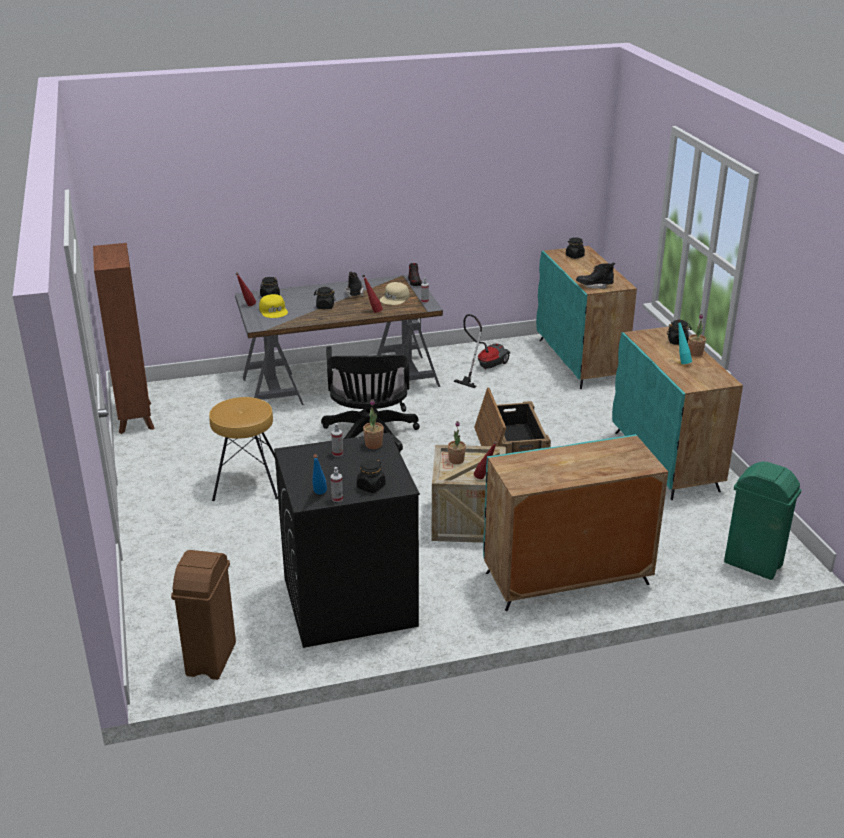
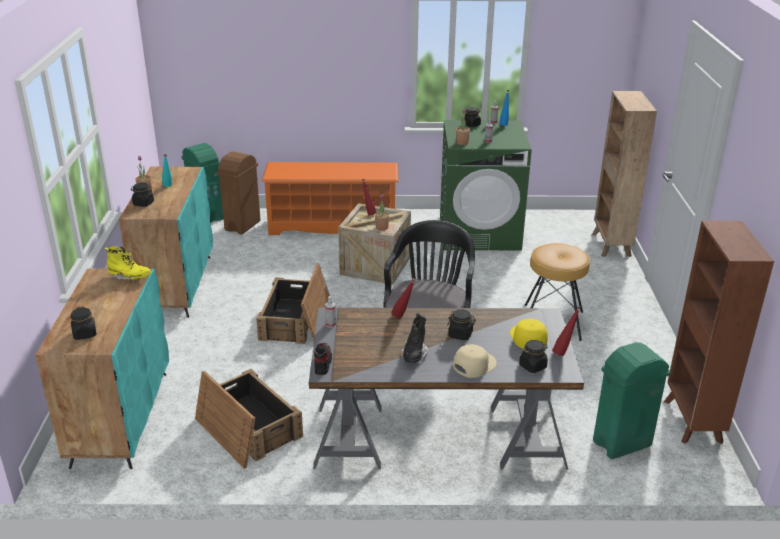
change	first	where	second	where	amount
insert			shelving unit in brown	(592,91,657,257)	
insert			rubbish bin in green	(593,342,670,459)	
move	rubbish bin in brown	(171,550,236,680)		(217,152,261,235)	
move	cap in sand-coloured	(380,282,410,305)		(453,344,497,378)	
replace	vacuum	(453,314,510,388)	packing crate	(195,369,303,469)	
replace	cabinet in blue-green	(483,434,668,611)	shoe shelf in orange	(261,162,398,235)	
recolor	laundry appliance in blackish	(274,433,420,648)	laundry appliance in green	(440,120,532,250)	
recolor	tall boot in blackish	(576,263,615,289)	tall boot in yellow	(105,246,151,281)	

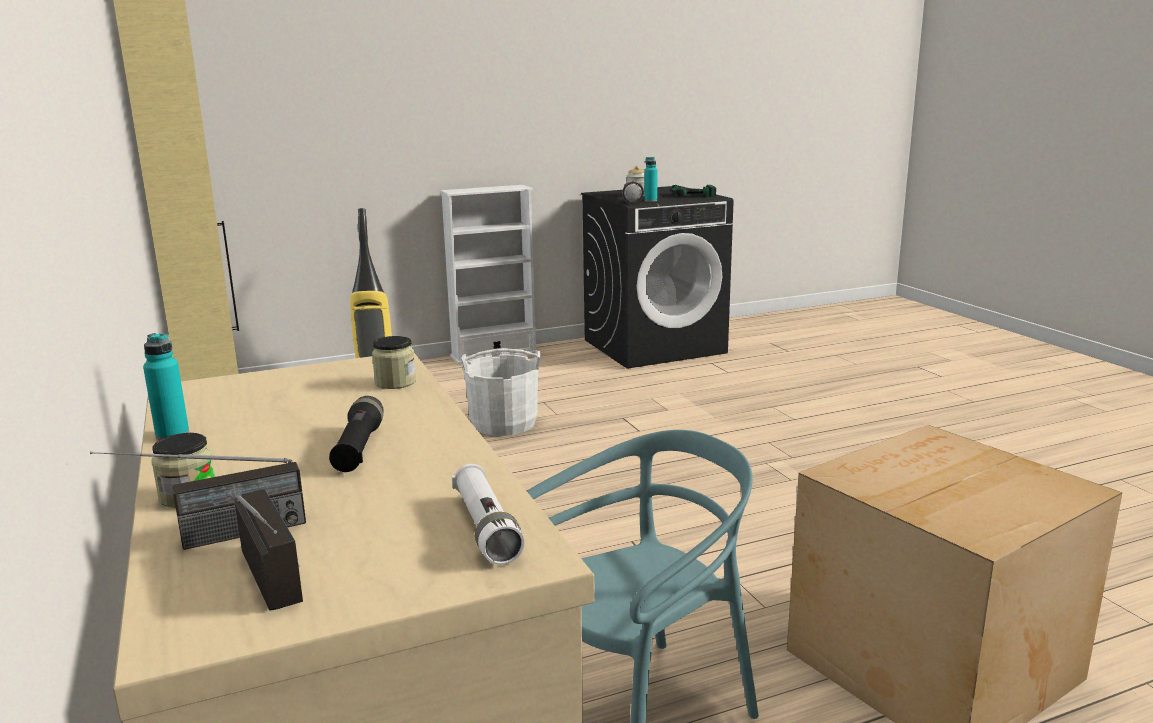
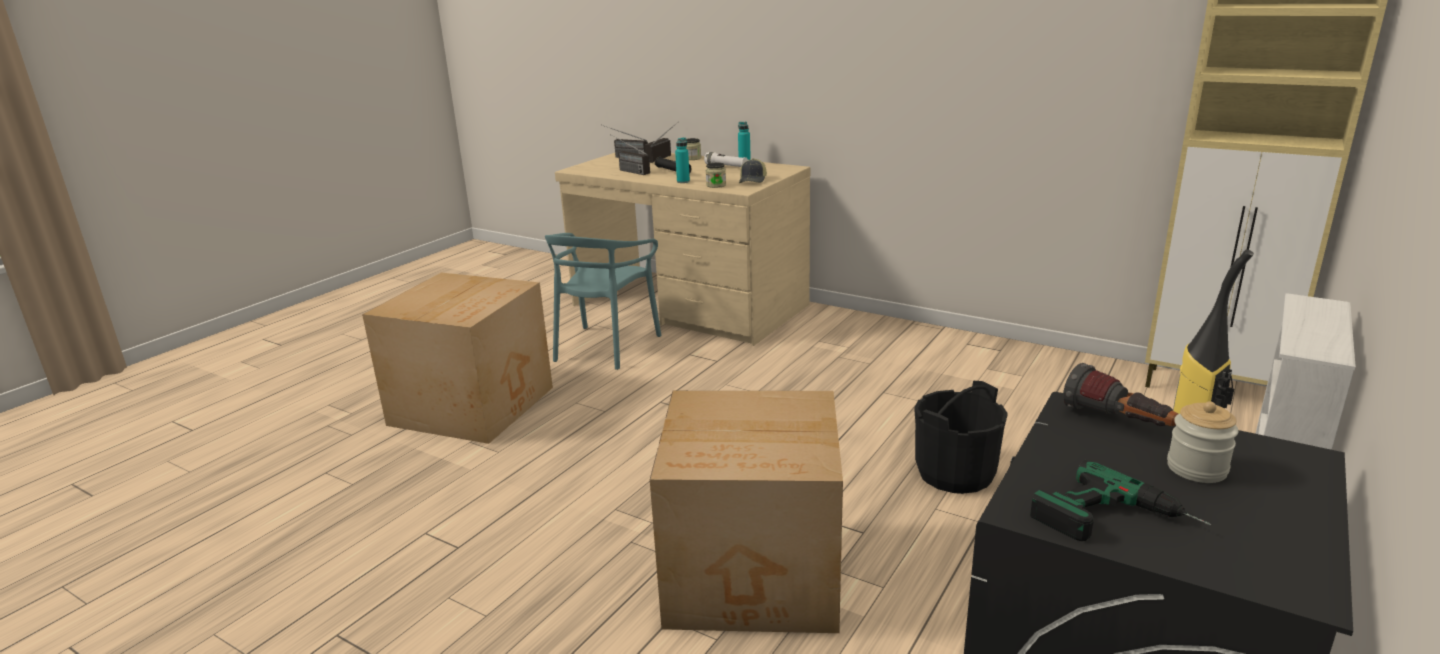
change	first	where	second	where	amount
insert			radio receiver	(610,134,650,175)	
insert			cardboard box	(650,391,843,633)	
insert			cap	(739,158,767,183)	
move	flashlight in white	(452,464,524,565)		(704,152,748,167)	
move	bottle in blue-green	(644,157,658,202)		(675,137,690,183)	
recolor	pail in white	(461,348,541,436)	pail in blackish	(914,381,1008,494)	

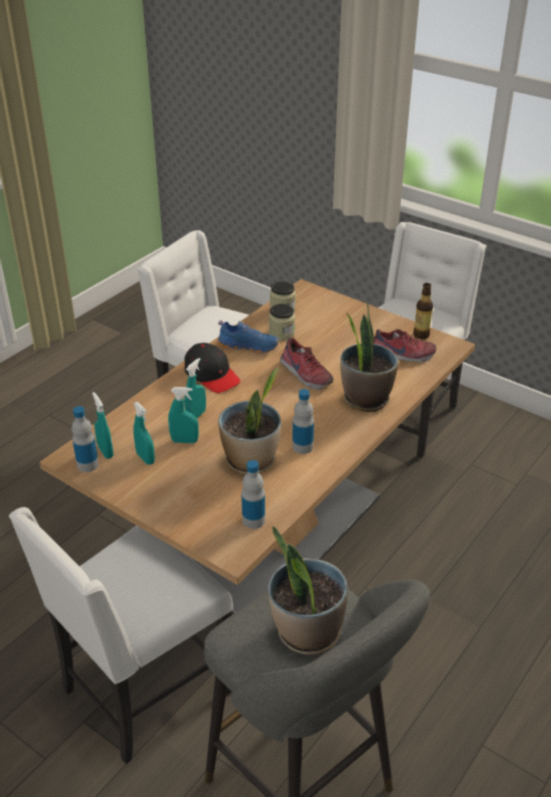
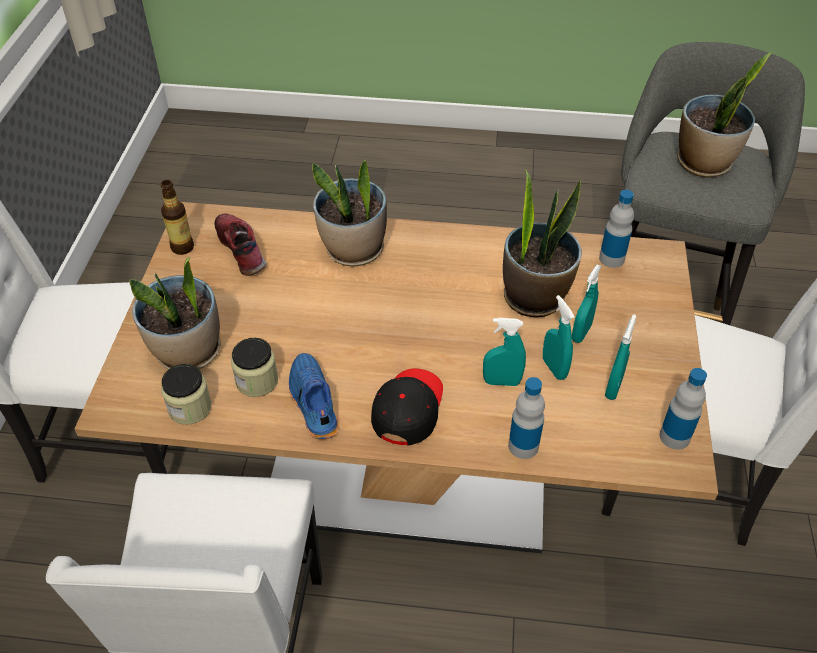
change	first	where	second	where	amount
delete	item of footwear	(280,338,334,390)			
insert			plant in a pot	(129,257,221,369)	
move	hand sprayer in blue-green	(92,392,113,459)		(572,265,601,343)	
move	bottle	(292,389,314,454)		(508,377,545,459)	

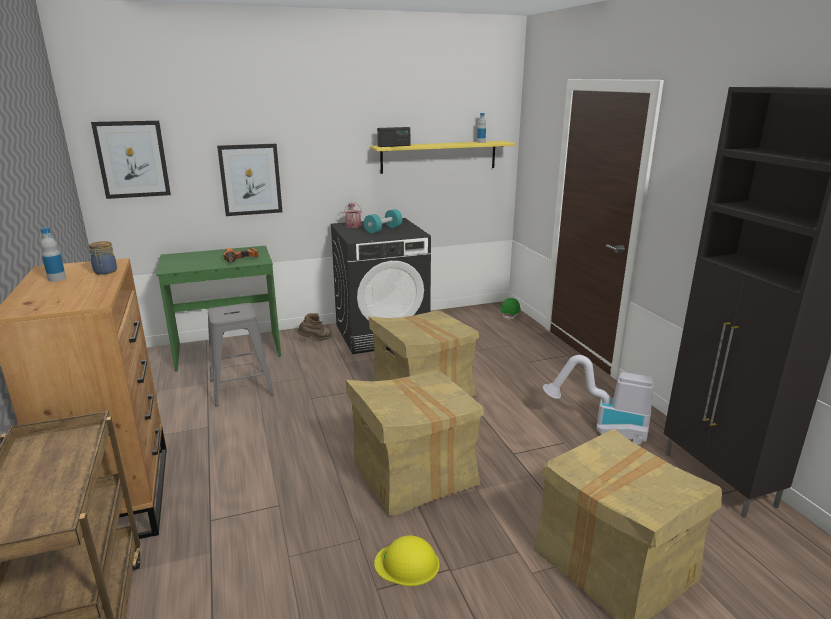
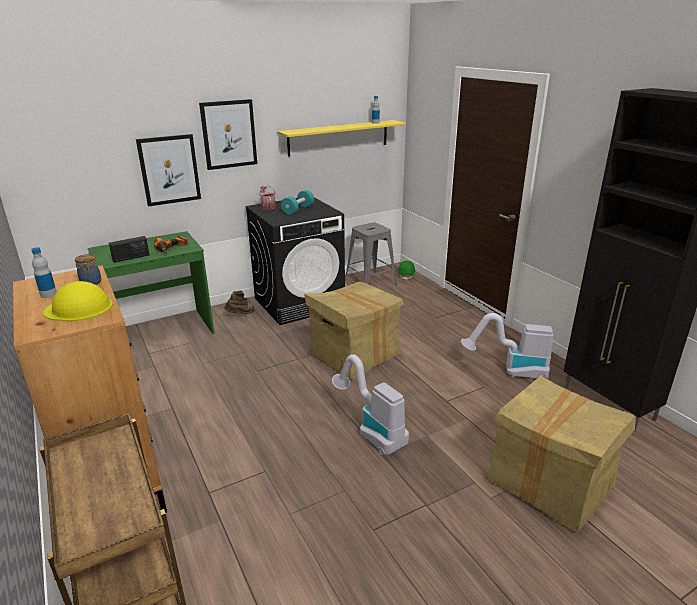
change	first	where	second	where	amount
move	wall art	(91,120,171,199)		(199,99,257,170)	
move	stool in gray	(208,303,274,407)		(345,222,397,285)	
move	hard hat in yellow	(374,536,439,586)		(43,281,112,321)	
move	radio receiver	(377,127,410,147)		(109,236,150,263)	
replace	cardboard box	(345,370,485,516)	vacuum	(332,354,409,455)	

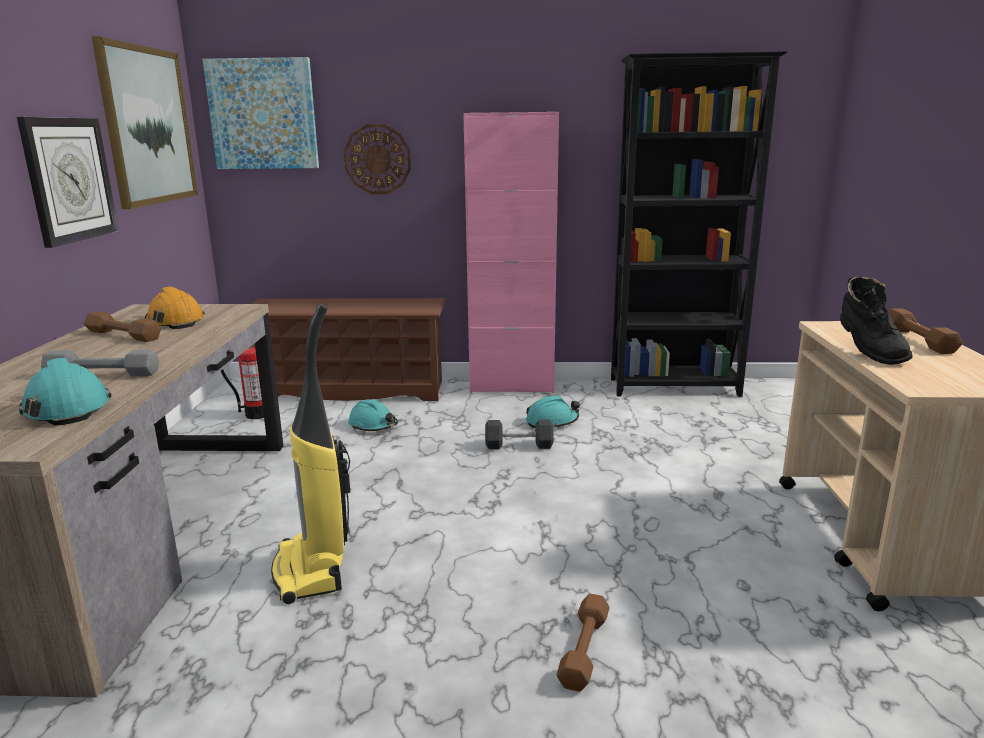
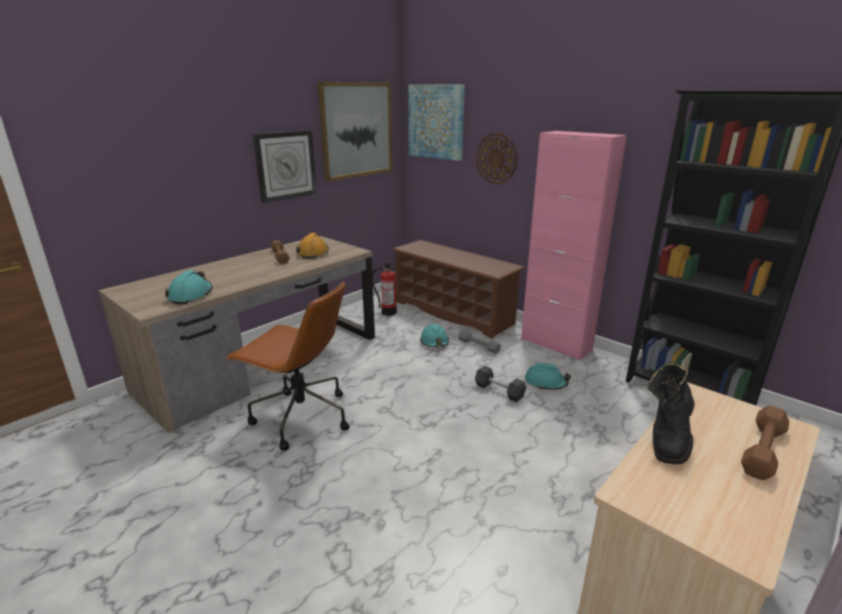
change	first	where	second	where	amount
delete	dumbbell in brown	(557,594,610,692)			
move	dumbbell in gray	(41,350,159,376)		(458,330,501,353)	
replace	vacuum	(271,304,350,604)	computer chair in brown	(226,281,350,451)	

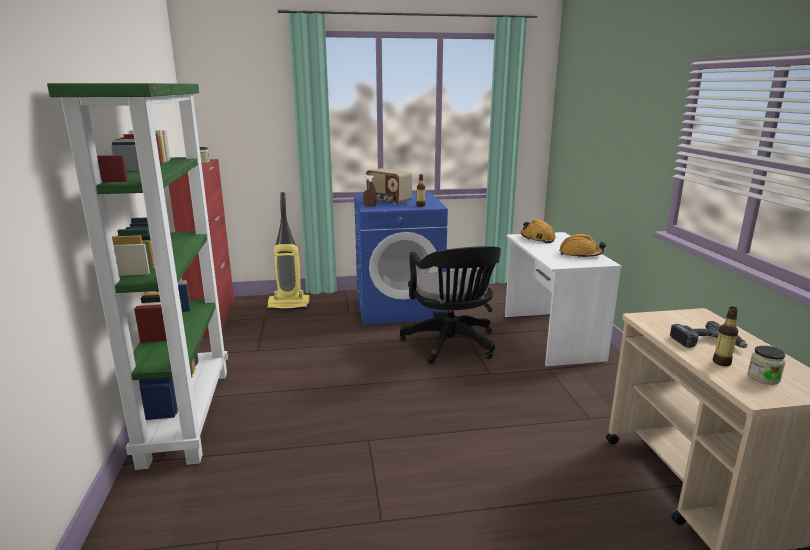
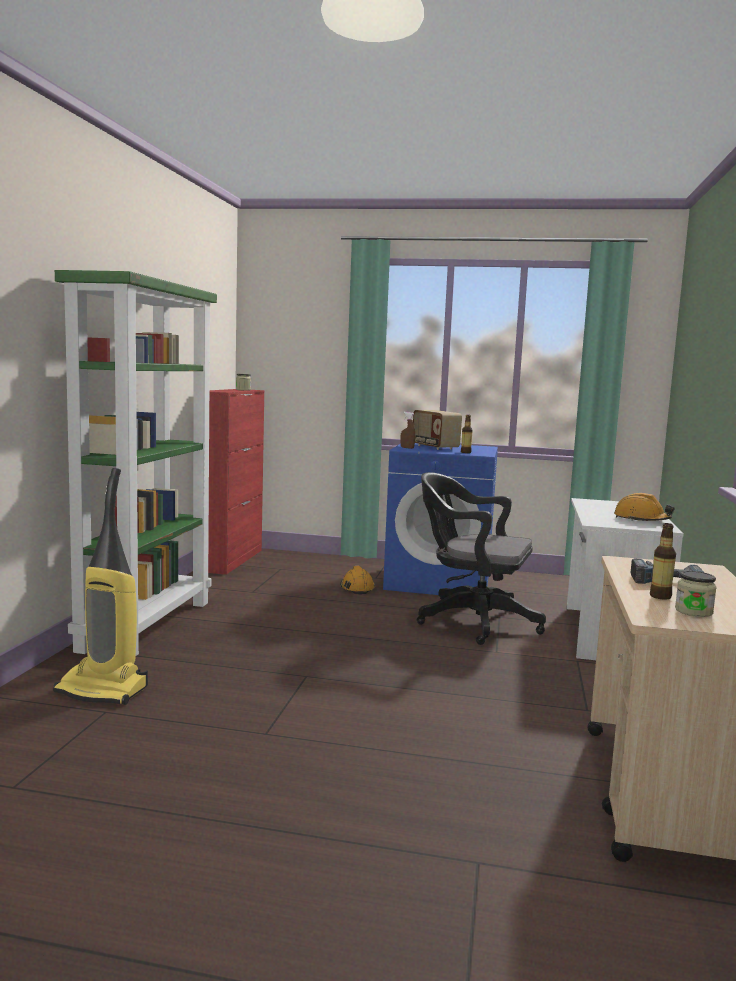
change	first	where	second	where	amount
move	vacuum	(266,192,310,311)		(53,468,148,705)	
move	hard hat in orange	(521,219,556,243)		(340,566,375,594)	
rotate	computer chair in blackish	(400,246,501,364)		(417,472,546,645)	105 degrees clockwise

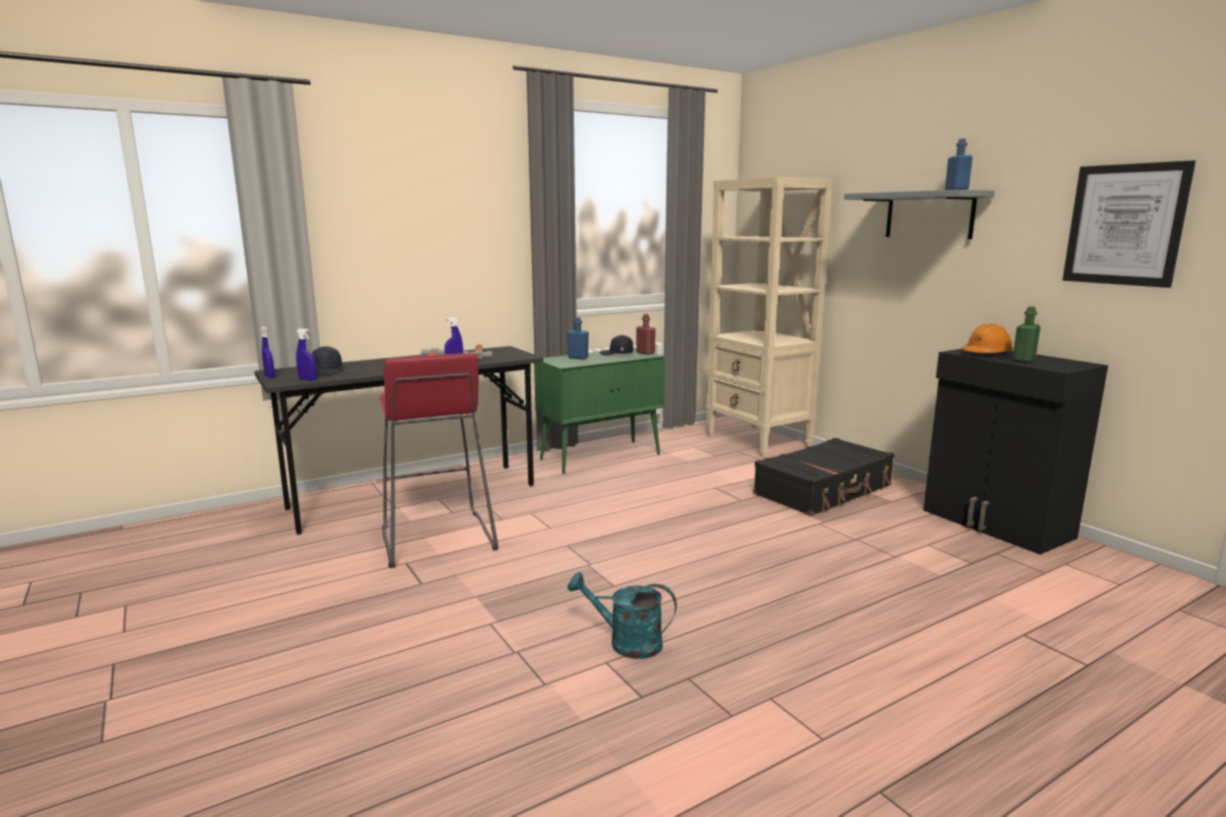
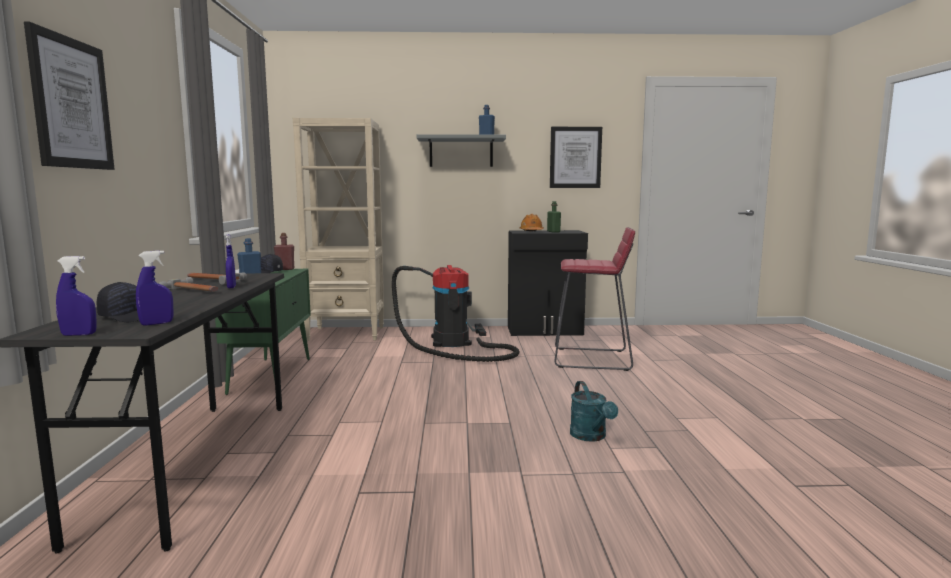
change	first	where	second	where	amount
insert			wall art	(24,21,114,170)	
move	stool in red	(379,353,498,568)		(554,227,635,371)	
replace	piece of luggage in blackish	(753,438,894,516)	vacuum	(392,265,519,362)	
rotate	watering can in blue-green	(567,572,677,659)		(570,381,618,442)	60 degrees counterclockwise

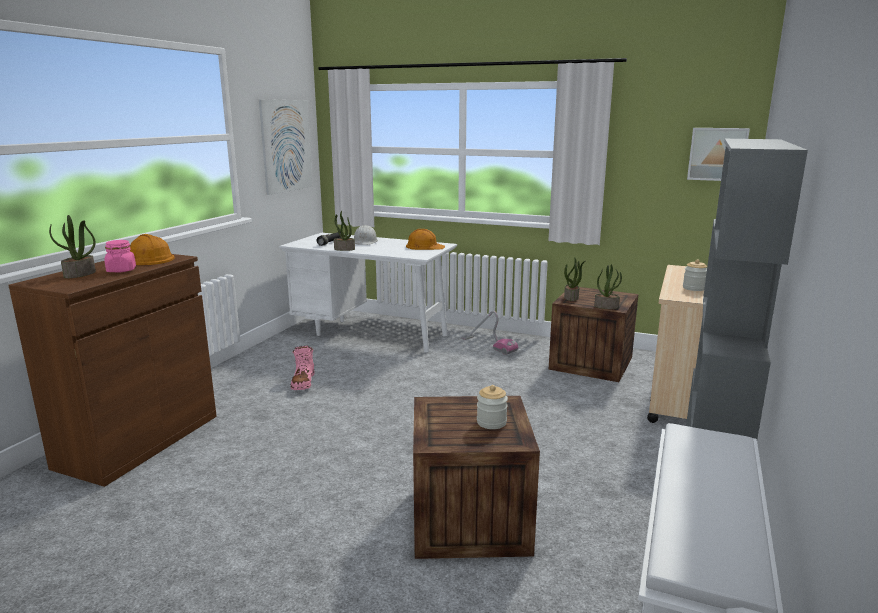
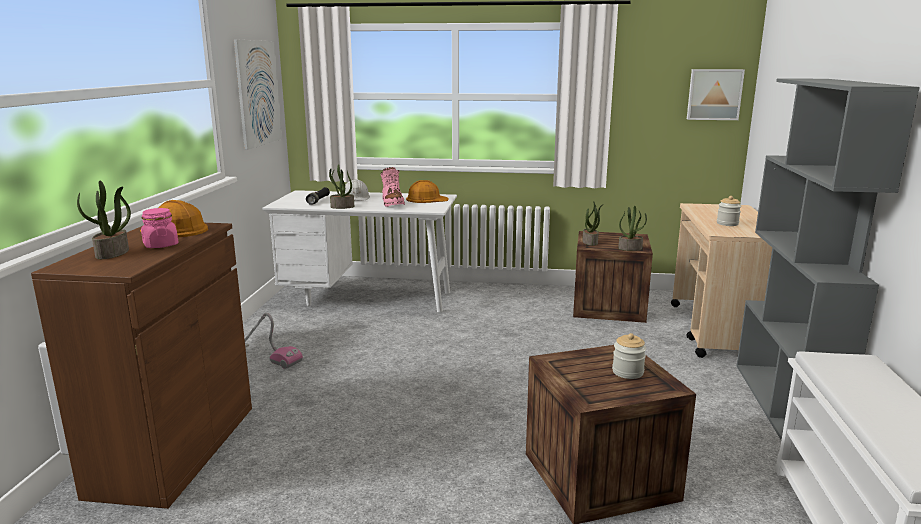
change	first	where	second	where	amount
move	tall boot in pink-coloured	(291,345,315,390)		(381,167,405,207)	
move	vacuum	(461,311,518,355)		(245,313,303,369)	

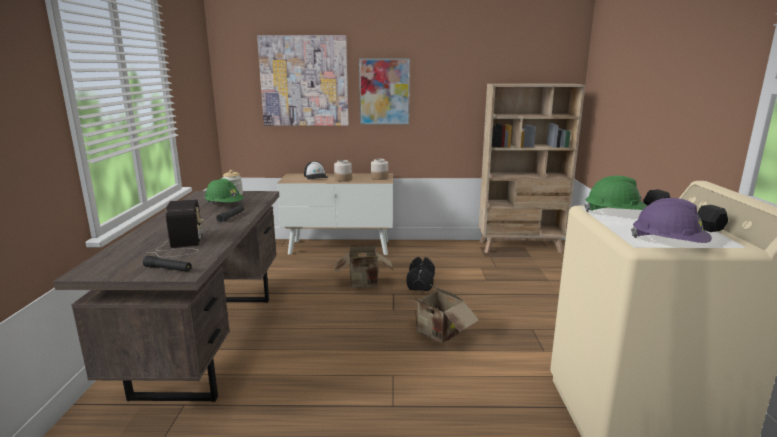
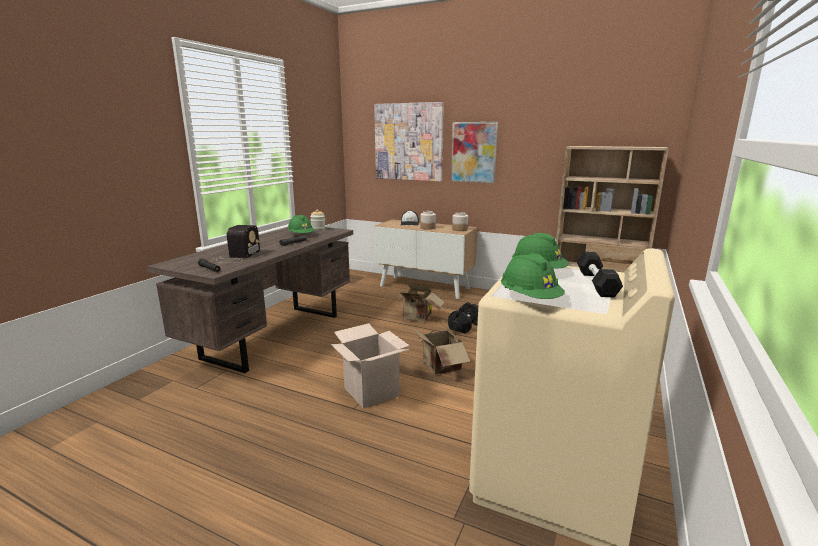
change	first	where	second	where	amount
insert			cardboard box	(331,323,410,409)	
recolor	hard hat in purple-coloured	(631,198,712,243)	hard hat in green	(501,253,565,299)	

